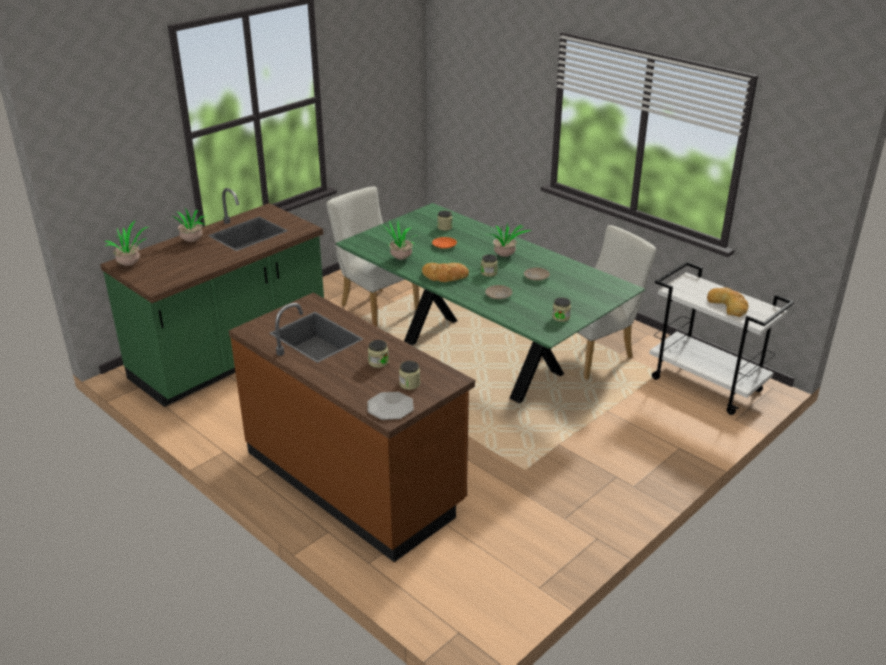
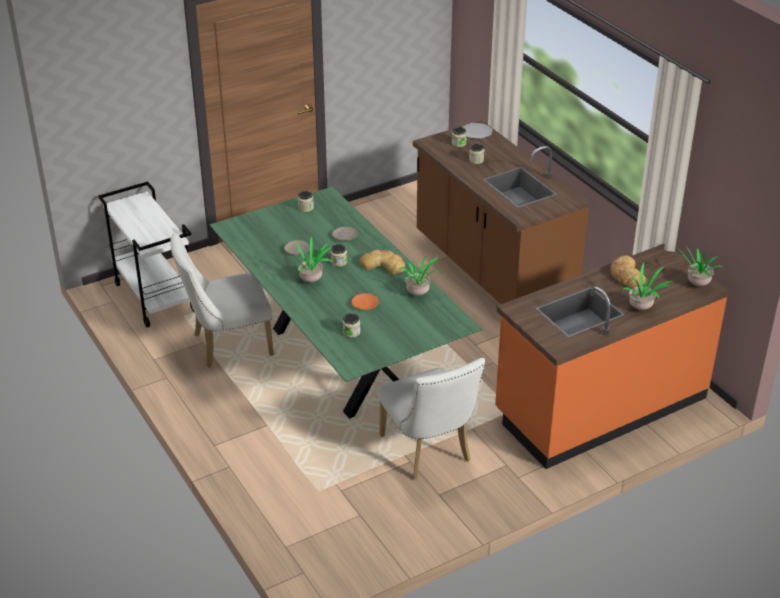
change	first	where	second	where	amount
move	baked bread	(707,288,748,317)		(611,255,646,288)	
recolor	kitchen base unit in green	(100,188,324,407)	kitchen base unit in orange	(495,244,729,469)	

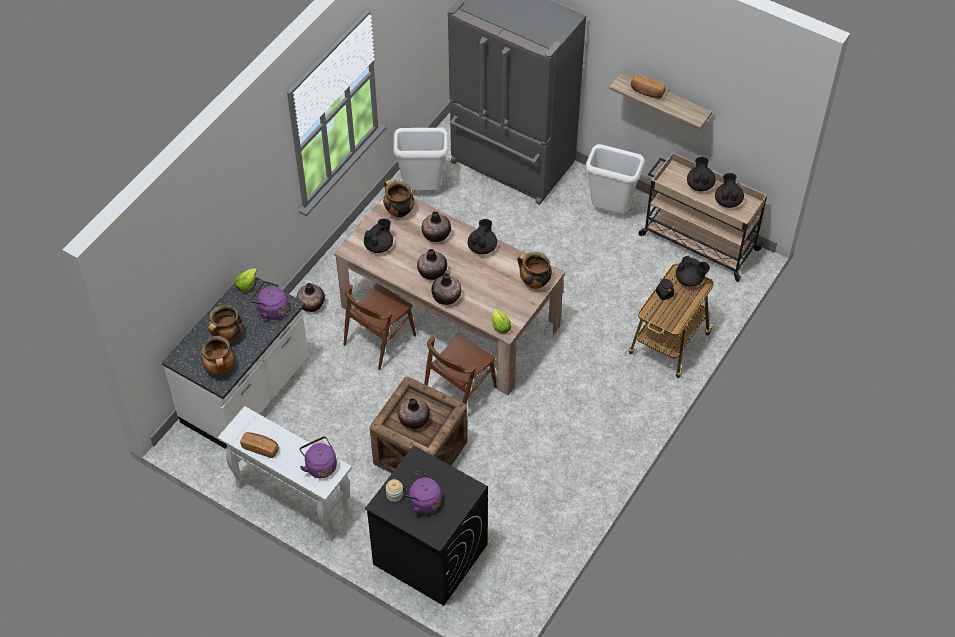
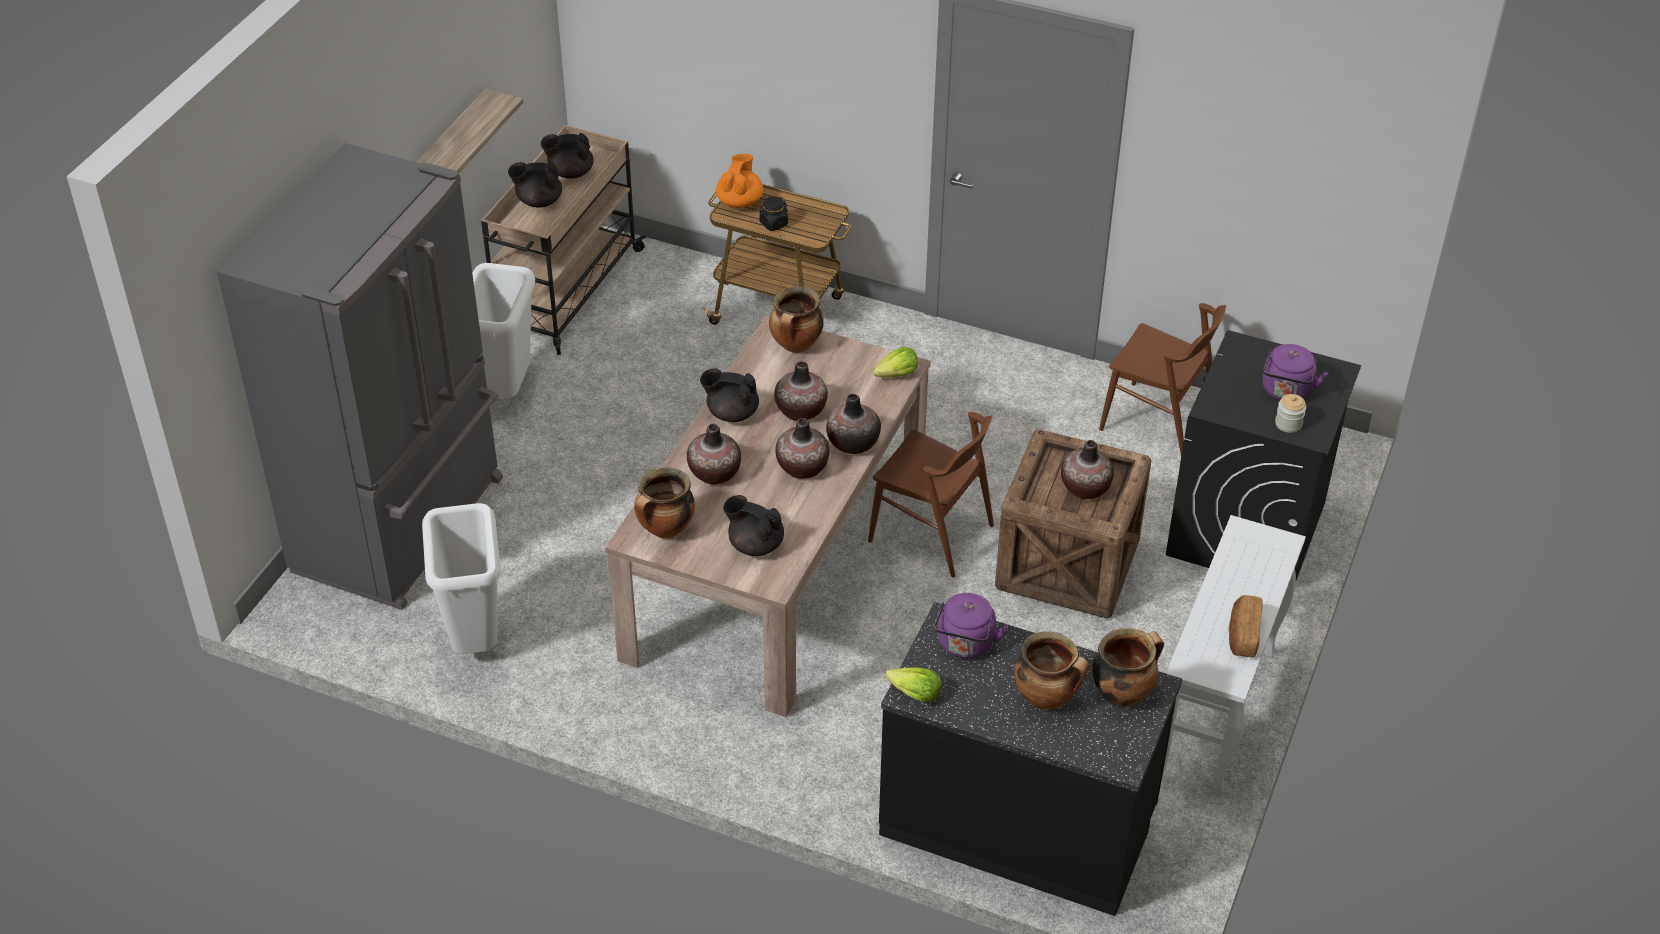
change	first	where	second	where	amount
delete	tea kettle in purple-coloured	(300,436,337,478)			
delete	baked bread	(631,75,666,99)			
move	flower vase	(296,283,325,312)		(774,361,828,421)	
move	chair in brown	(344,283,416,370)		(1099,303,1226,456)	
recolor	kitchen base unit in white	(162,276,309,448)	kitchen base unit in blackish	(879,602,1182,916)	
recolor	teapot in blackish	(676,256,710,287)	teapot in orange	(716,154,763,208)	

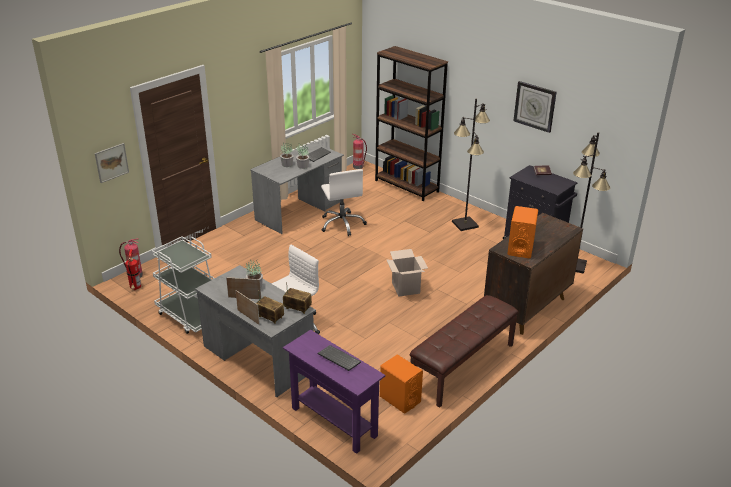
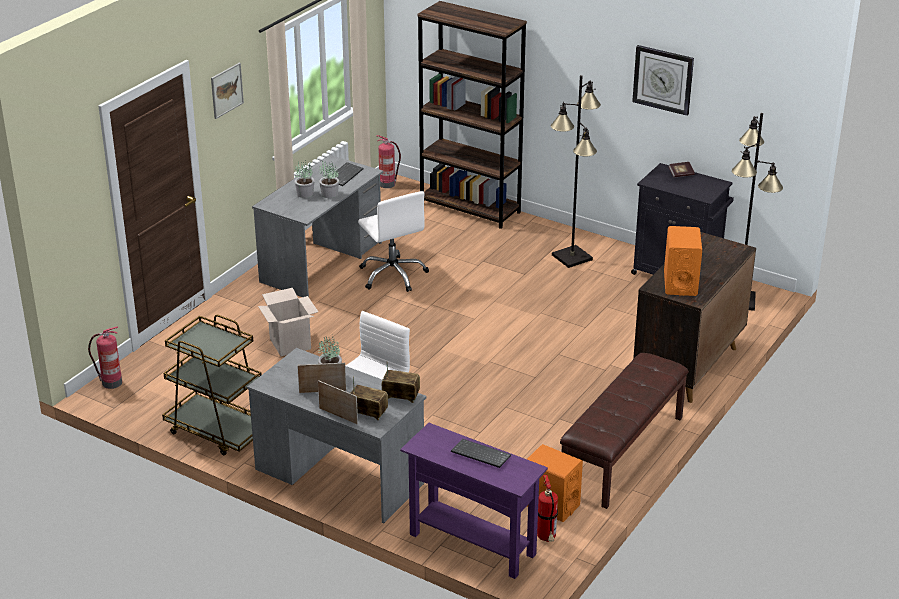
change	first	where	second	where	amount
move	wall art	(95,143,129,183)		(211,63,244,119)	
move	fire extinguisher	(125,249,141,290)		(537,475,558,542)	
move	cardboard box	(387,249,428,297)		(258,288,318,356)	
recolor	trolley in white	(152,236,214,334)	trolley in brown	(162,315,262,455)	

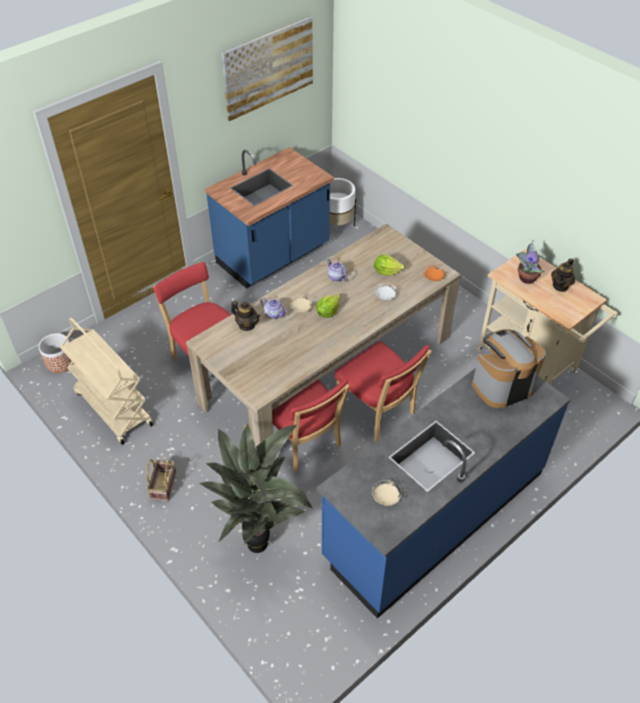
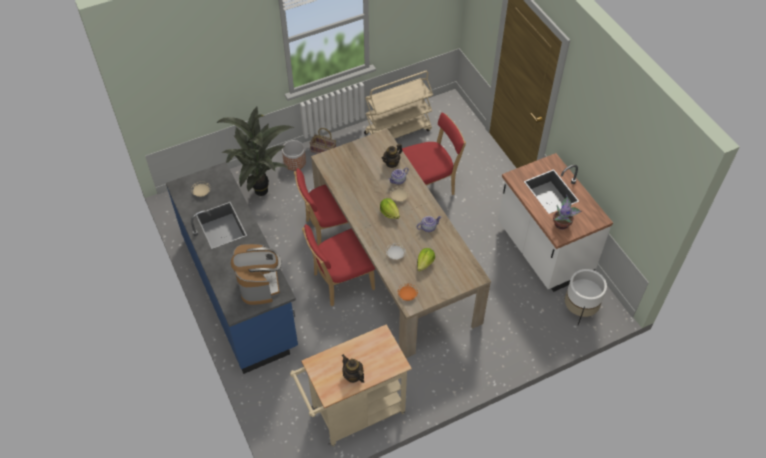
change	first	where	second	where	amount
delete	wall art	(221,16,313,121)			
move	flower pot	(38,333,74,373)		(282,140,306,171)	
move	plant in a pot	(516,240,544,284)		(553,195,582,230)	
recolor	kitchen base unit in bluish	(205,147,334,289)	kitchen base unit in white	(498,153,613,292)	

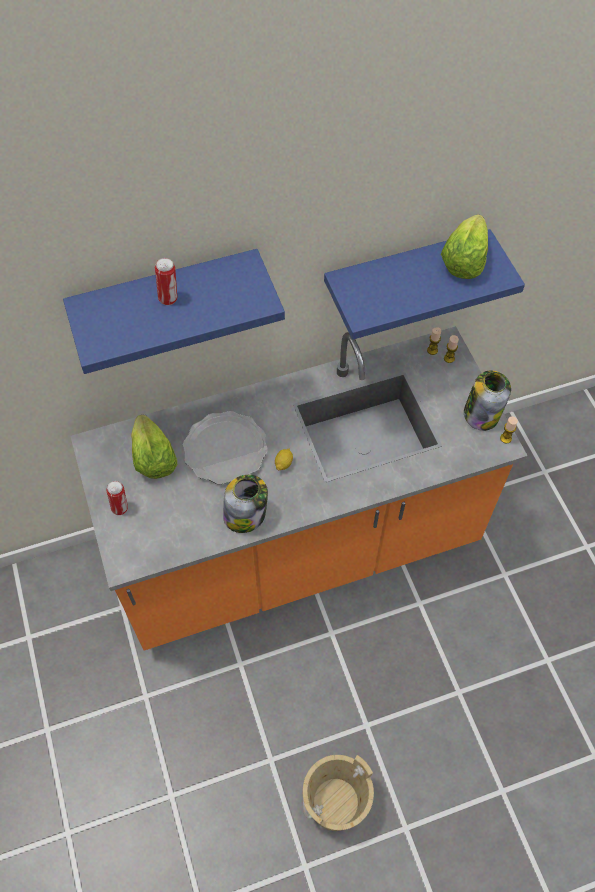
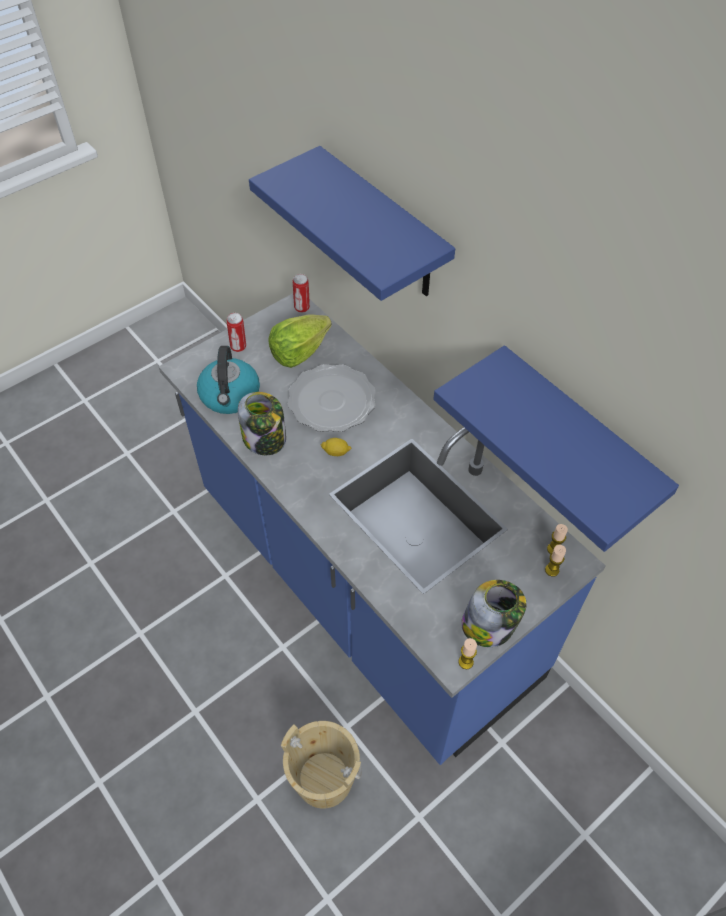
change	first	where	second	where	amount
delete	lettuce head	(441,214,488,279)			
insert			tea kettle	(197,346,260,414)	
move	metal can	(155,258,177,305)		(293,274,310,313)	
move	pail in sand-coloured	(303,755,374,831)		(281,721,362,809)	
recolor	kitchen base unit in orange	(70,326,528,651)	kitchen base unit in bluish	(159,293,605,765)	

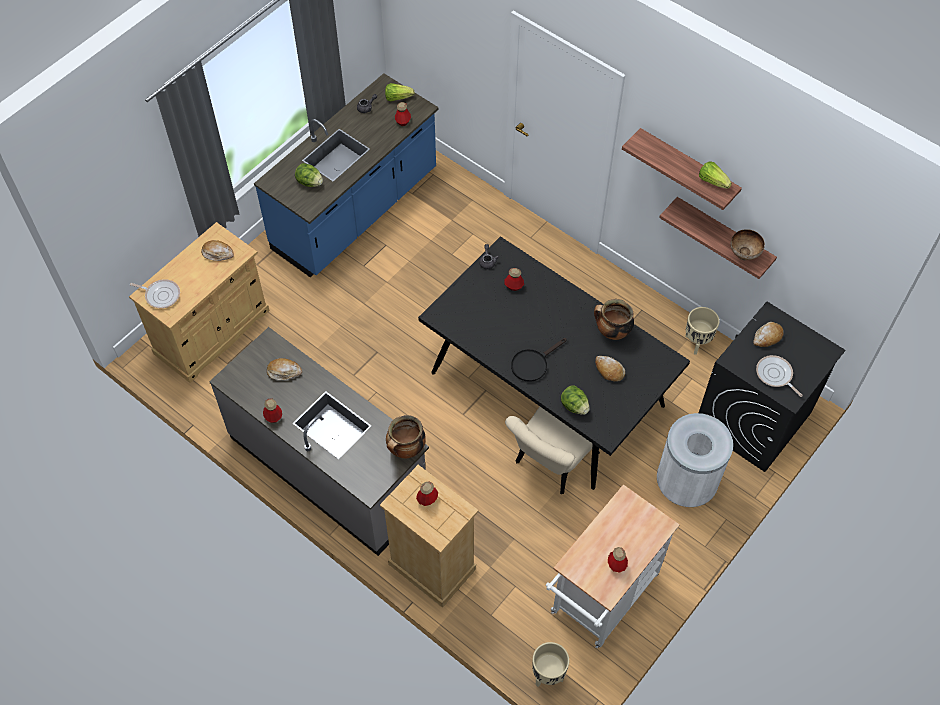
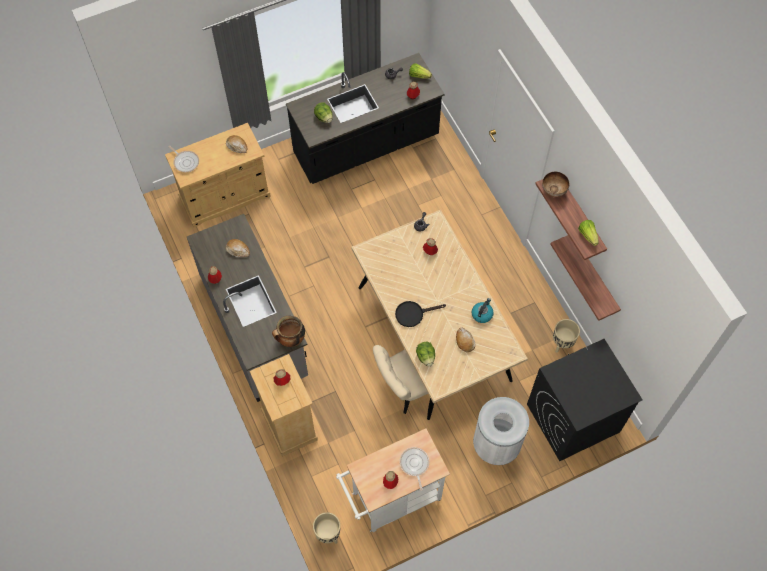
change	first	where	second	where	amount
delete	baked bread	(753,322,784,347)			
move	serving bowl	(730,229,765,260)		(542,172,569,197)	
move	frying pan	(756,355,803,397)		(400,447,429,491)	
replace	cooking pot	(594,299,634,340)	tea kettle	(472,298,494,323)	
recolor	kitchen base unit in bluish	(254,73,439,277)	kitchen base unit in blackish	(286,53,445,184)	
recolor	kitchen table in blackish	(418,236,690,490)	kitchen table in sand-coloured	(352,210,528,420)	

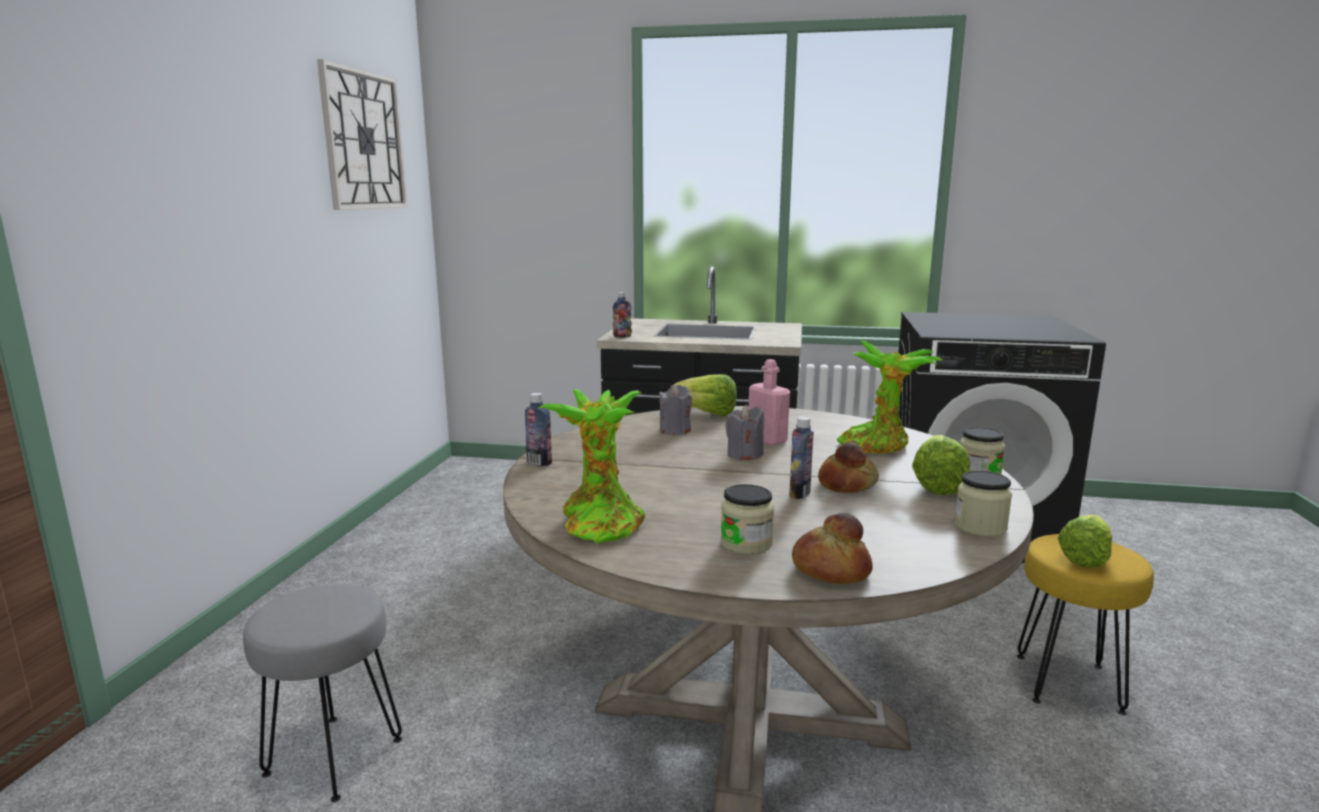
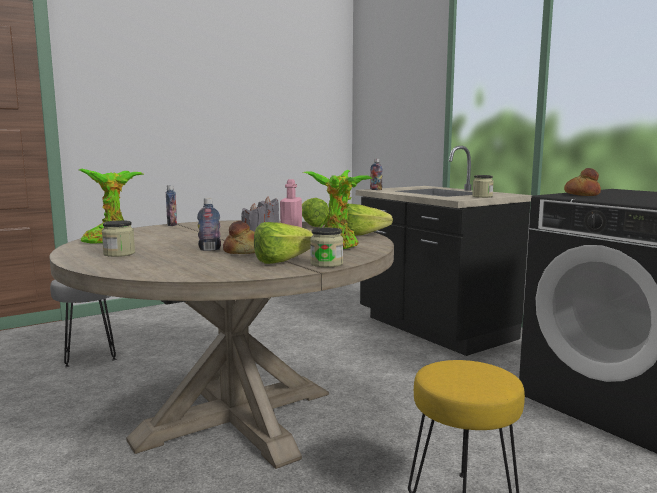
change	first	where	second	where	amount
delete	clock on the wall	(317,59,407,210)			
move	baked bread	(792,513,873,584)		(564,168,601,196)	
move	preserve jar	(954,471,1012,537)		(472,175,494,198)	
move	lettuce head	(1058,515,1112,567)		(347,204,393,236)	

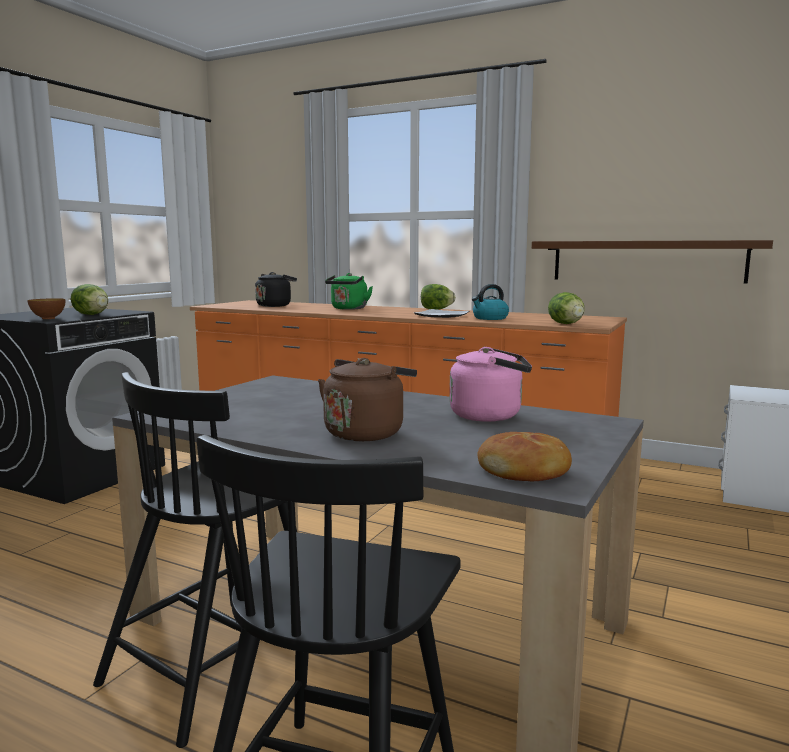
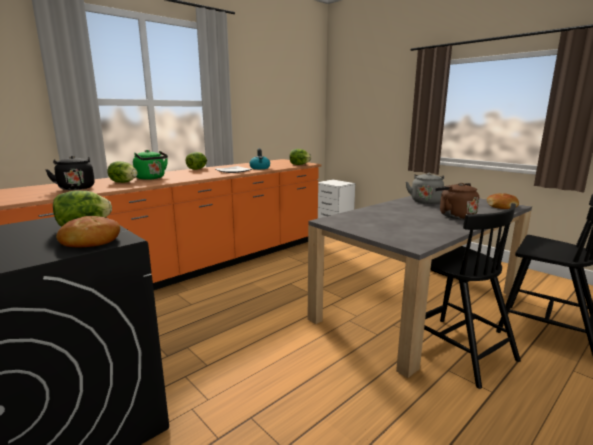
change	first	where	second	where	amount
delete	wall shelf in brown	(532,240,773,284)			
insert			lettuce head	(107,161,138,183)	
replace	serving bowl	(27,298,66,319)	baked bread	(56,216,120,247)	
recolor	tea kettle in pink-coloured	(449,347,532,422)	tea kettle in gray	(406,173,444,204)	

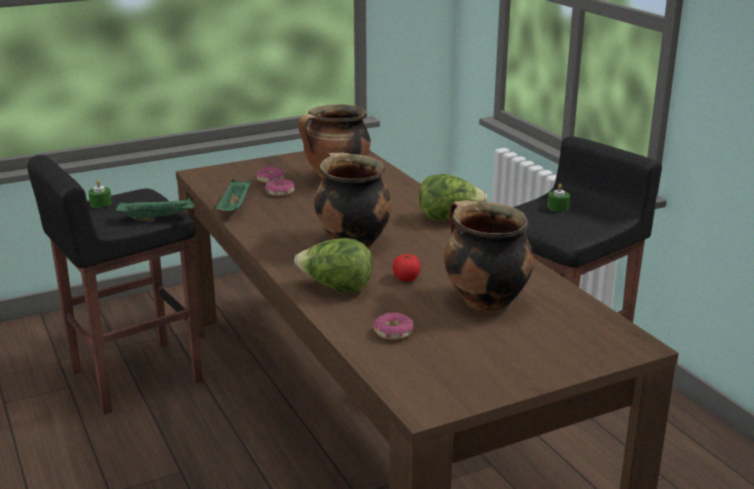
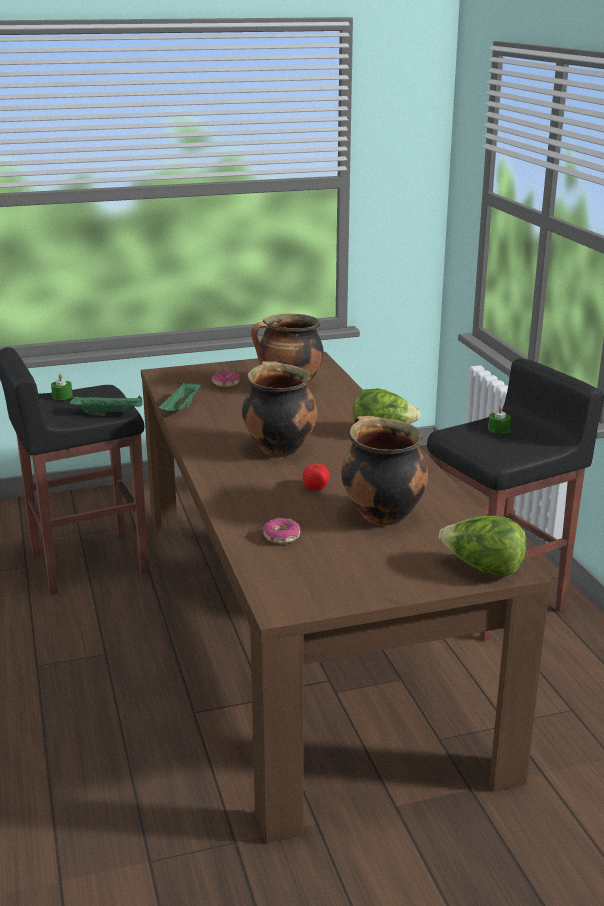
change	first	where	second	where	amount
delete	donut	(266,178,294,196)			
move	lettuce head	(294,238,373,292)		(439,516,527,576)	

